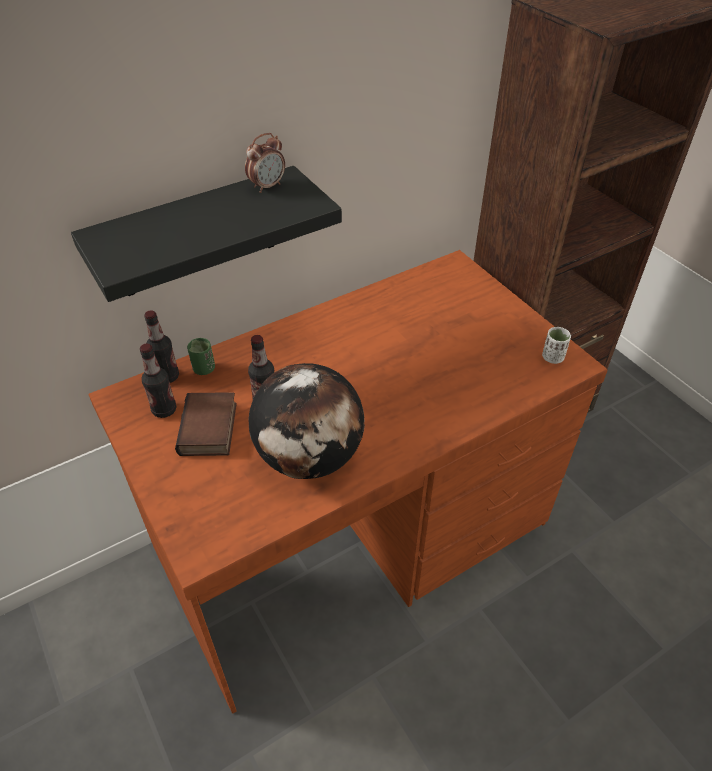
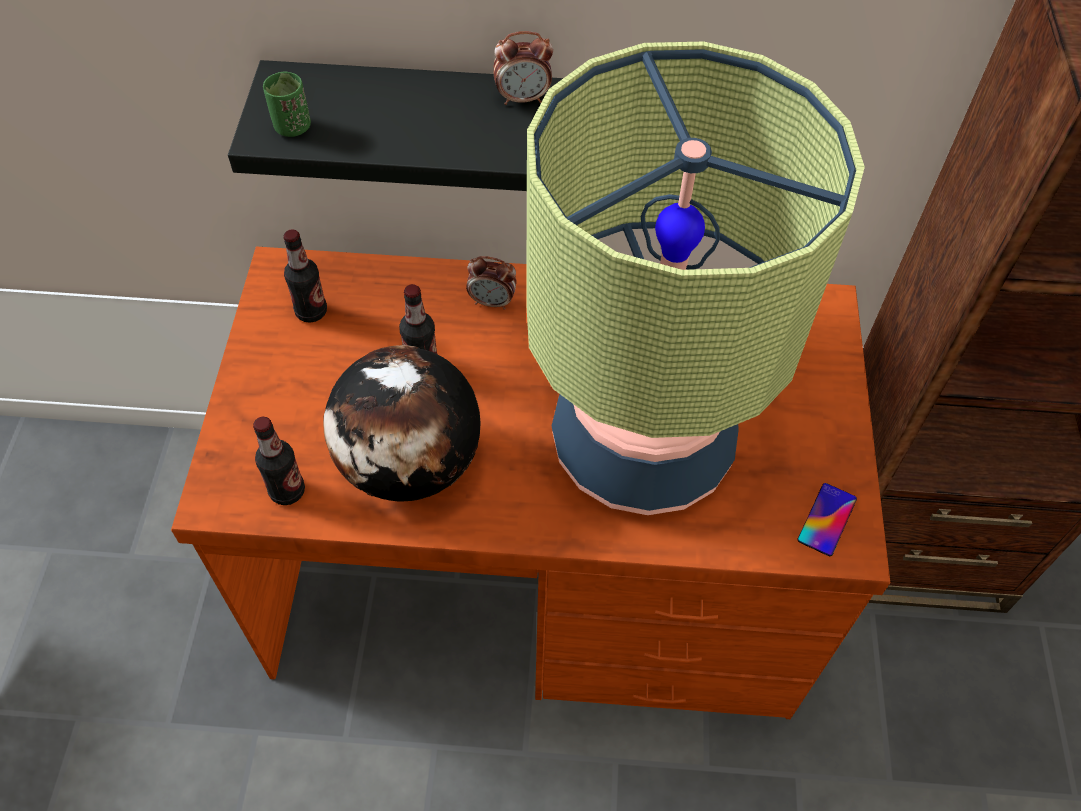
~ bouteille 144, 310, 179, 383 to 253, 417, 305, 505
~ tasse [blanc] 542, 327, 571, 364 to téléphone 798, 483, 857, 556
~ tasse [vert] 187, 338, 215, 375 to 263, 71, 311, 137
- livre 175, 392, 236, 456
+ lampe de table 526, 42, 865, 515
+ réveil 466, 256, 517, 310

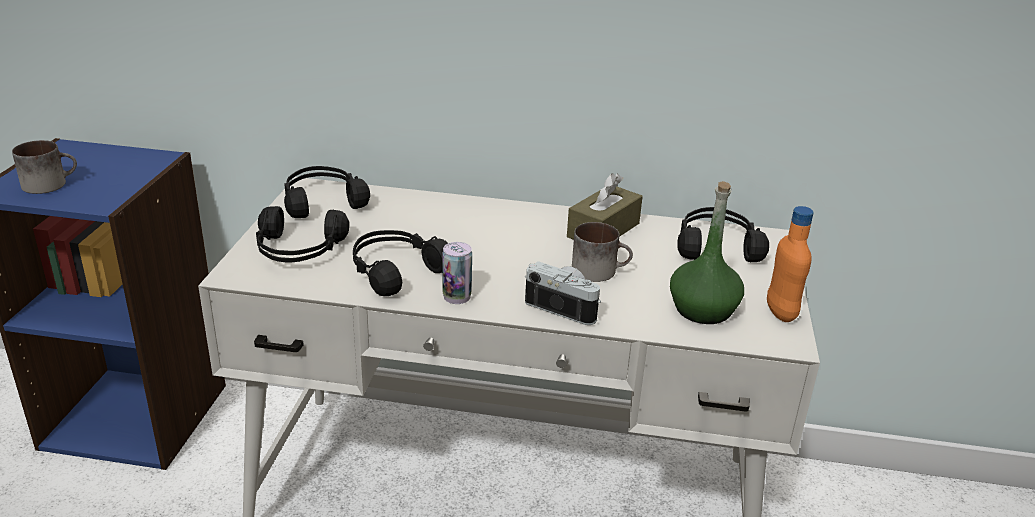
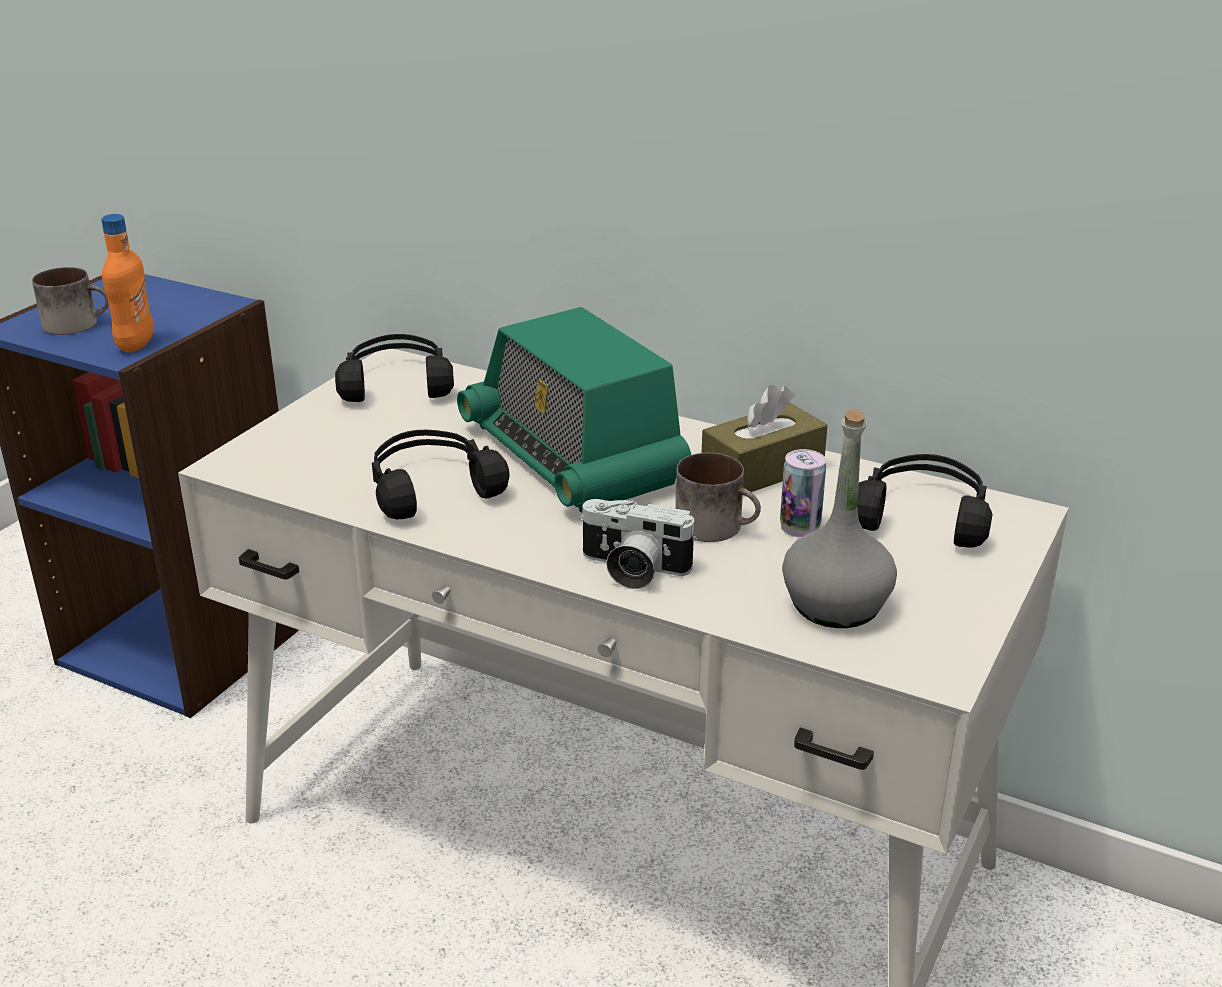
~ bouteille [vert] 670, 181, 744, 324 to bouteille [gris] 782, 410, 897, 628
- casque audio [noir] 256, 206, 349, 262
~ bouteille [orange] 767, 206, 814, 322 to 101, 214, 154, 352
~ boîte métallique 442, 242, 472, 304 to 780, 449, 826, 538
~ appareil photo 525, 261, 601, 325 = 579, 499, 697, 589 150 degrees clockwise
+ radio 457, 307, 691, 513

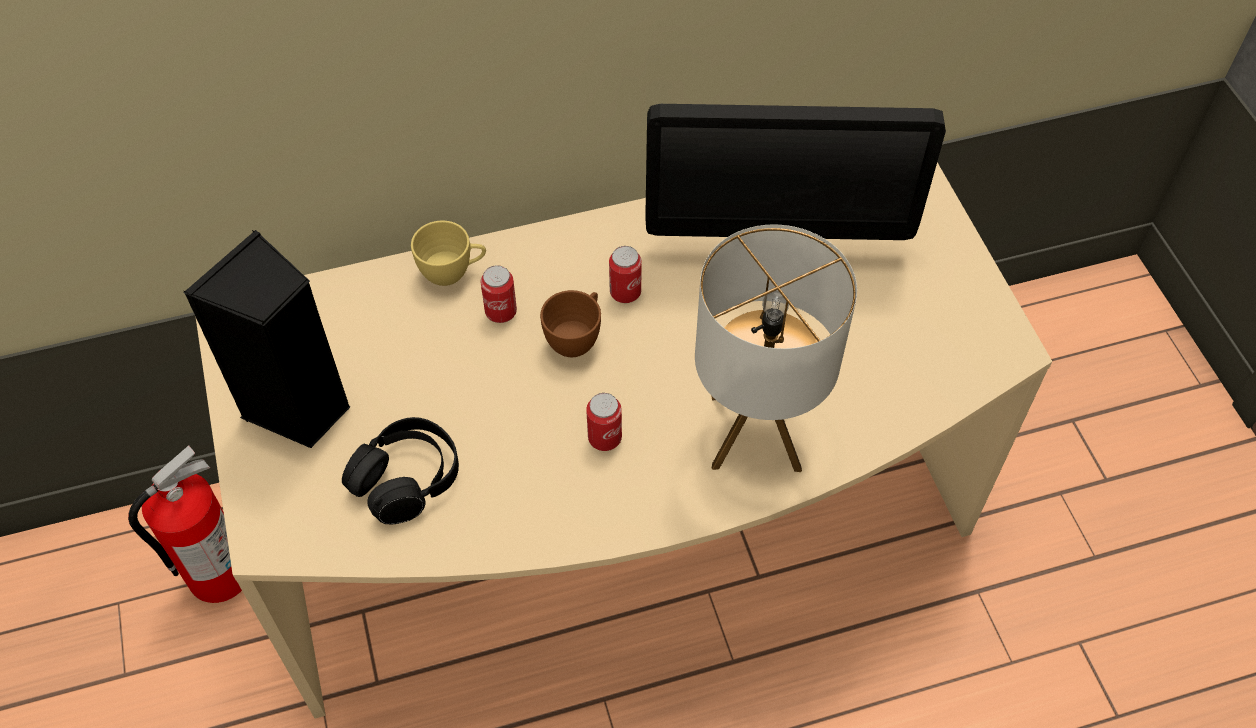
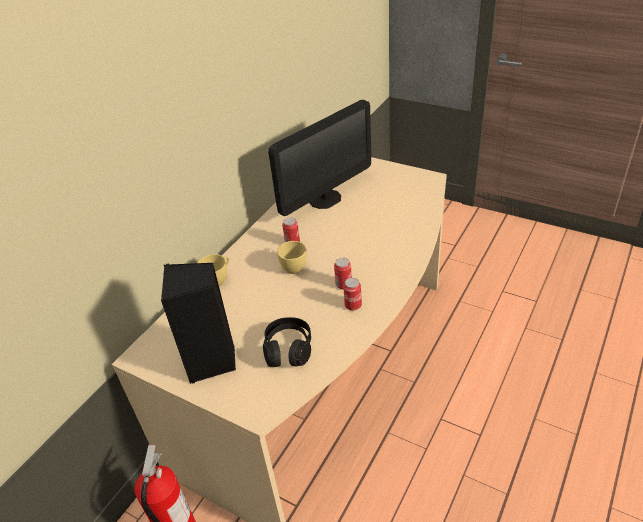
- lampe de table 695, 224, 857, 472
~ boîte métallique 481, 265, 517, 323 to 343, 278, 362, 311
~ tasse [marron] 540, 290, 601, 357 to tasse [jaune] 277, 241, 307, 274

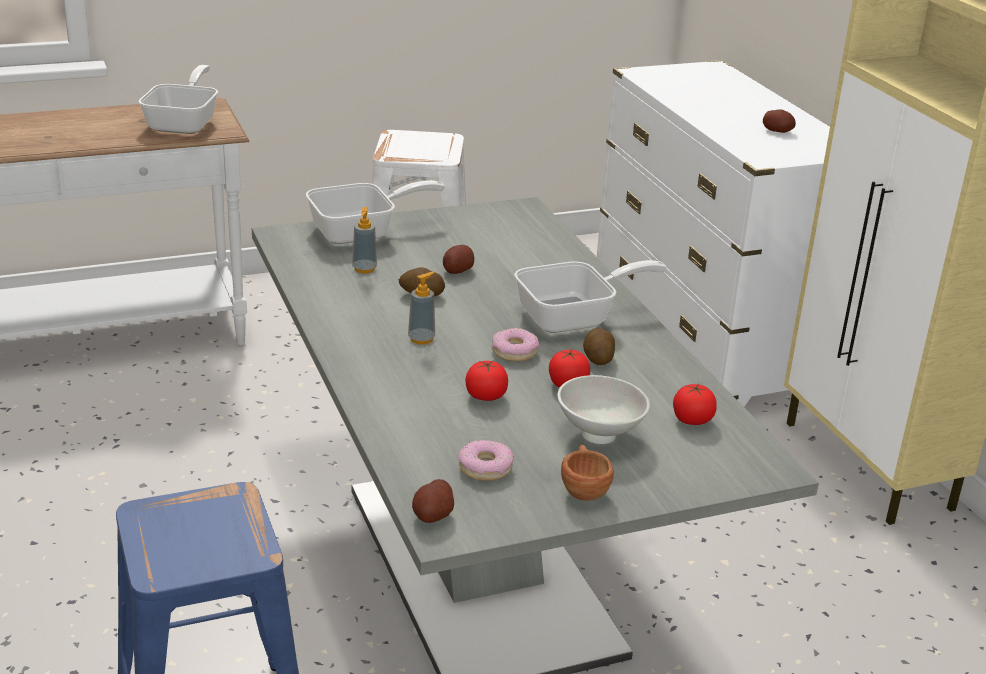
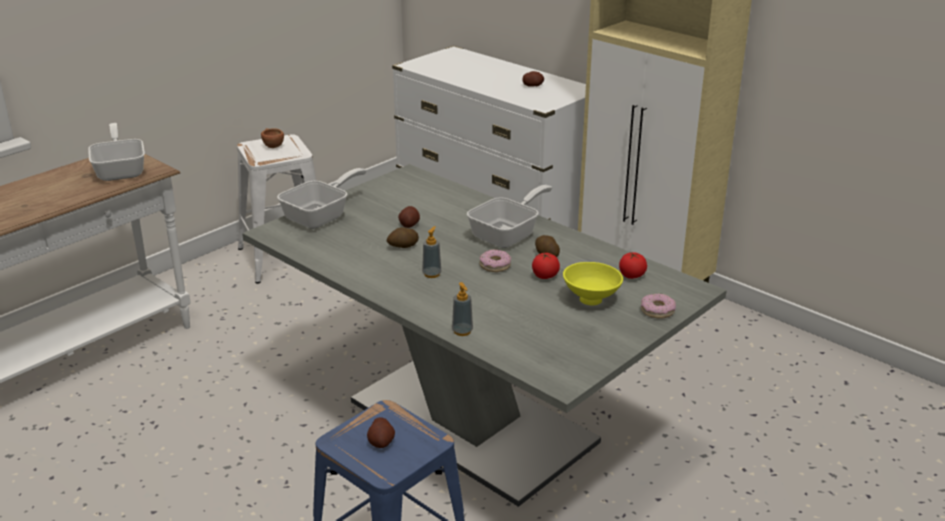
~ distributeur de savon 352, 207, 377, 273 to 452, 282, 473, 336
- tomate 465, 360, 508, 401
~ bol [blanc] 557, 375, 650, 444 to bol [jaune] 563, 262, 623, 305
~ beignet 458, 440, 514, 481 to 641, 293, 676, 318
~ tasse [marron] 561, 445, 614, 501 to 261, 128, 284, 148
~ pomme de terre 412, 479, 454, 523 to 367, 417, 395, 448

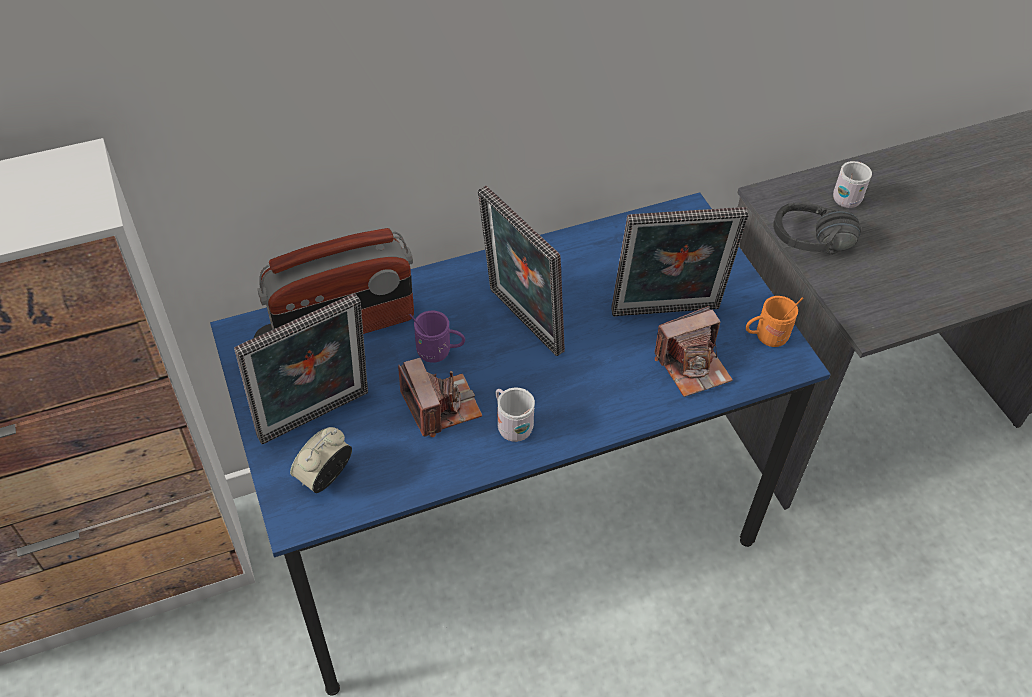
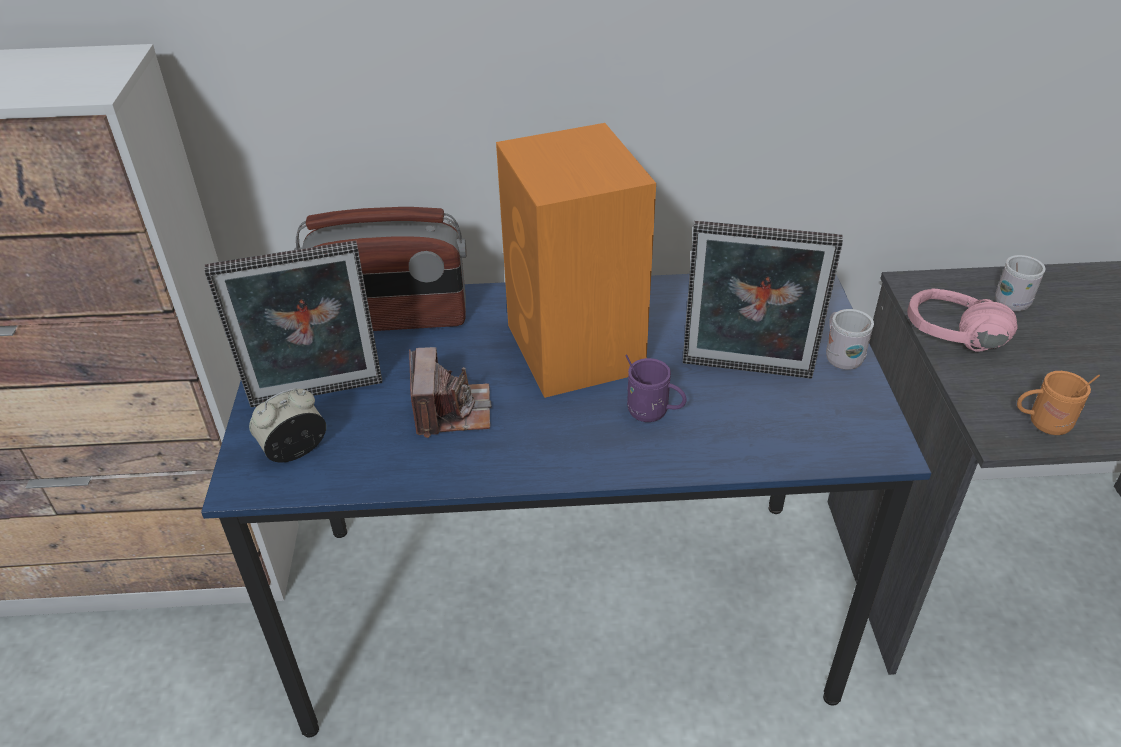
~ cadre photo 478, 186, 565, 356 to enceinte [orange] 496, 123, 656, 398
~ casque audio [noir] 773, 203, 862, 255 to casque audio [rose] 907, 288, 1018, 351
~ mug [orange] 746, 296, 803, 347 to 1017, 371, 1100, 435
- appareil photo 654, 306, 733, 397
~ mug [violet] 410, 311, 465, 363 to 625, 354, 686, 422
~ mug [blanc] 496, 387, 535, 442 to 826, 309, 874, 370

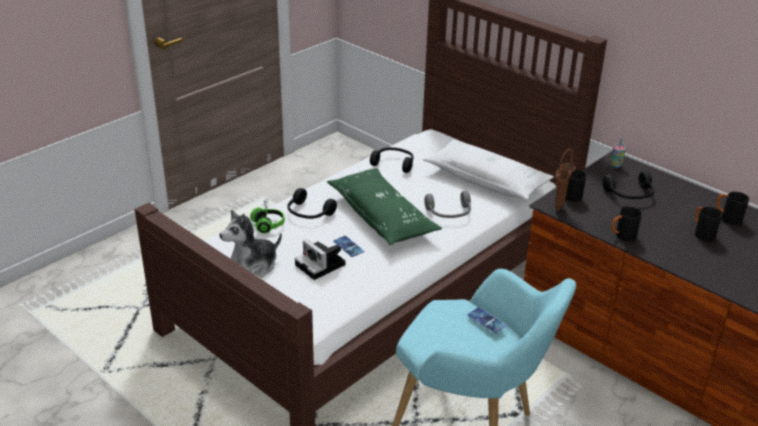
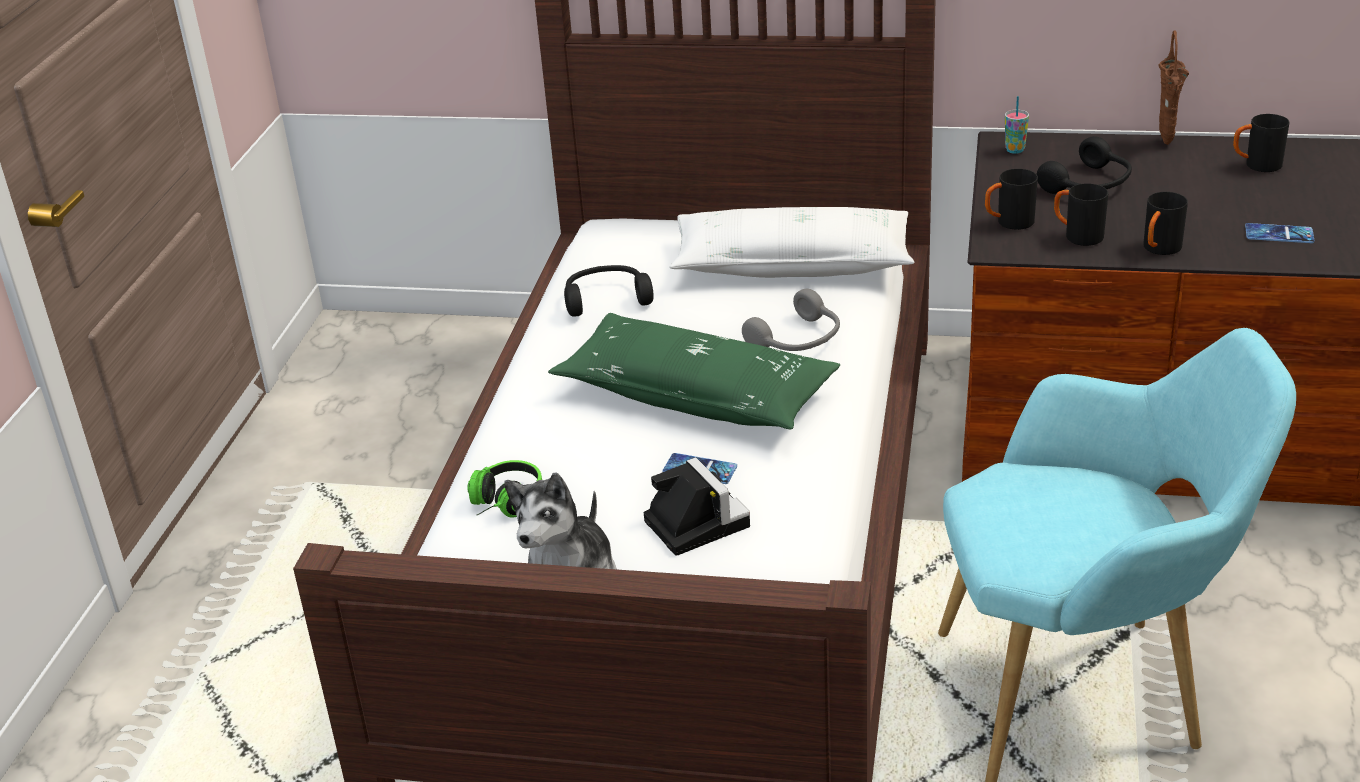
~ vase [marron] 555, 149, 576, 210 to 1158, 30, 1189, 145
- casque audio [noir] 287, 188, 337, 219
~ mug [noir] 695, 207, 722, 241 to 1054, 183, 1108, 246
~ appareil photo 295, 239, 346, 280 = 644, 457, 750, 556 135 degrees counterclockwise
~ téléphone 467, 307, 506, 333 to 1245, 223, 1315, 243

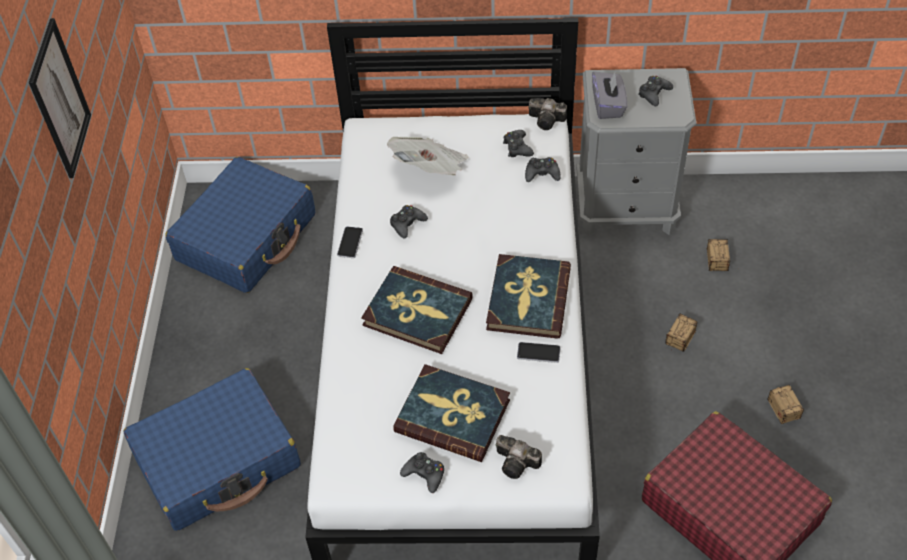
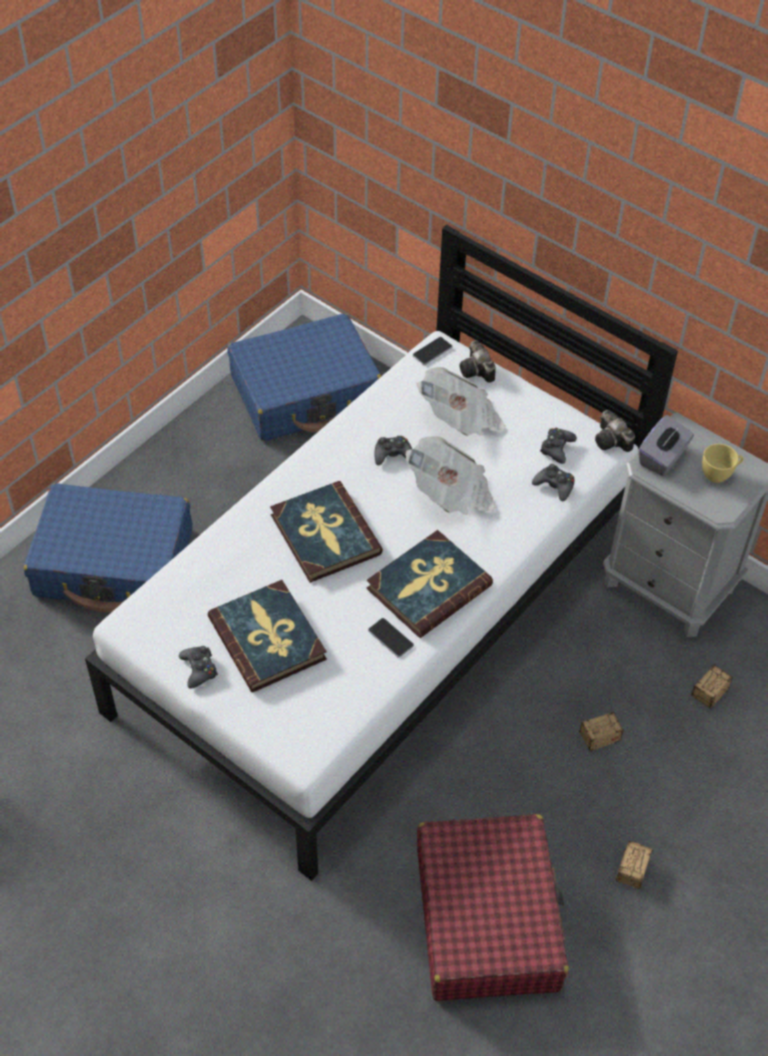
- tableau 29, 18, 91, 178
~ manette [noir] 639, 76, 673, 106 to tasse [jaune] 702, 444, 744, 483
~ téléphone 337, 226, 363, 258 to 412, 337, 453, 365
~ appareil photo 495, 435, 542, 479 to 460, 340, 496, 383
+ journal 406, 436, 496, 515

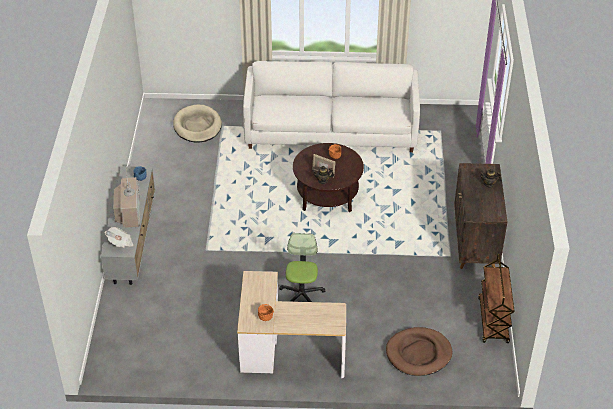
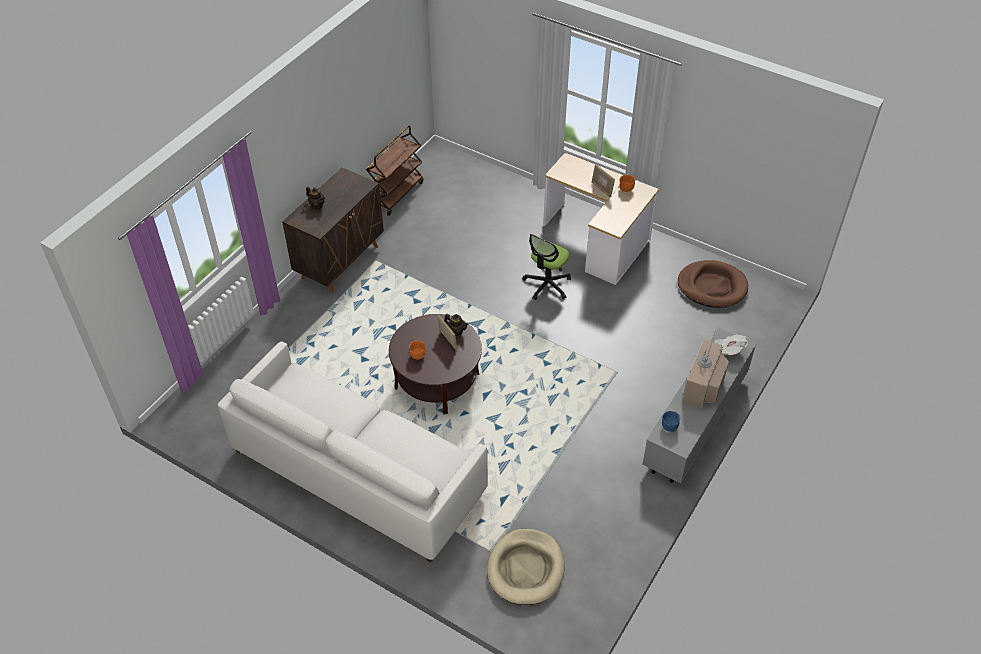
~ panier pour chien [marron] 386, 327, 452, 376 to 678, 260, 748, 308
+ cadre photo 592, 164, 615, 198

